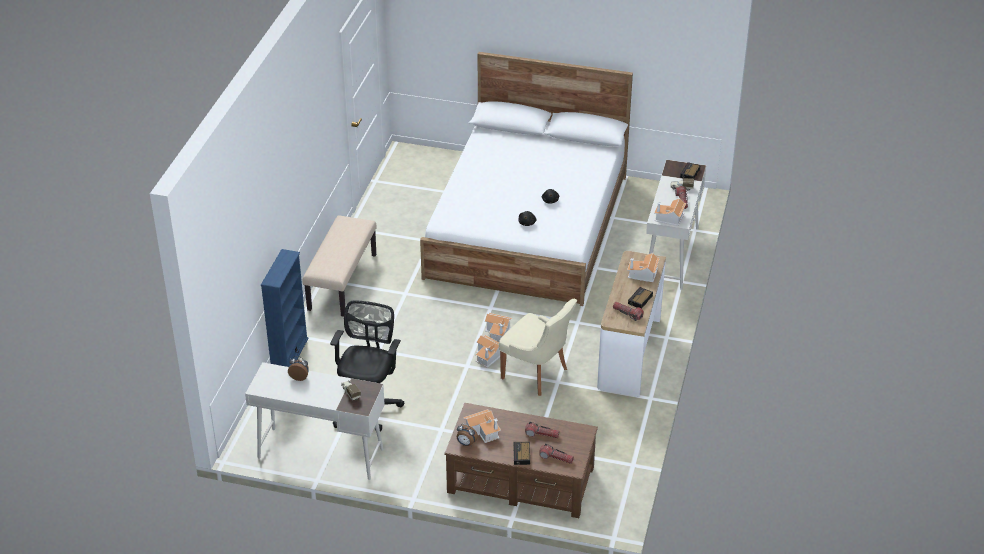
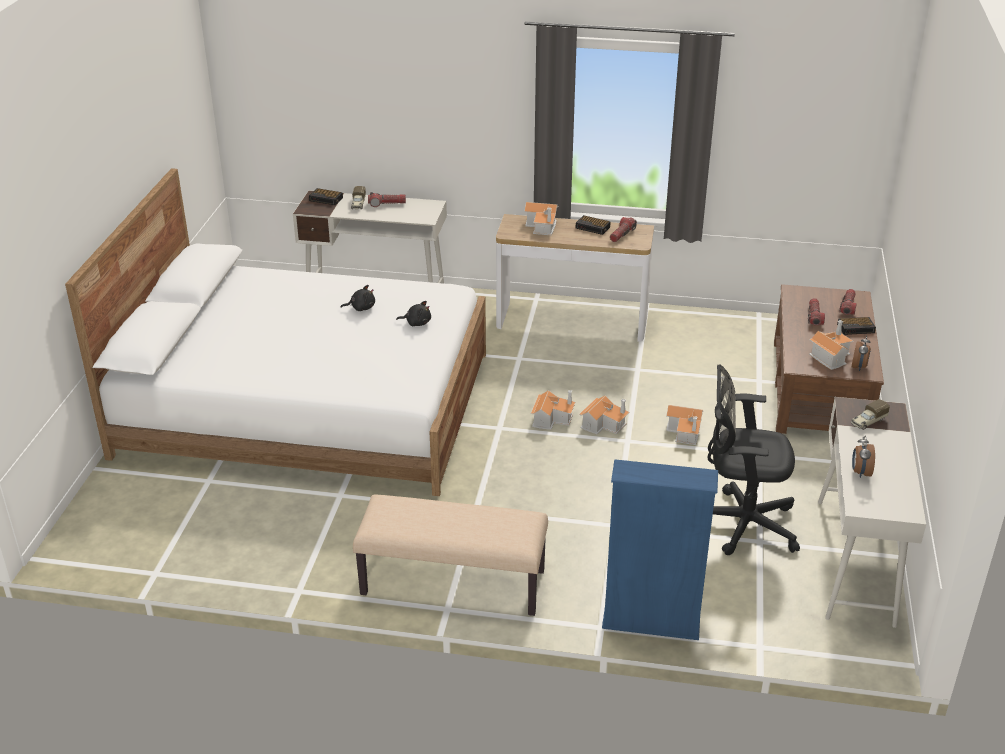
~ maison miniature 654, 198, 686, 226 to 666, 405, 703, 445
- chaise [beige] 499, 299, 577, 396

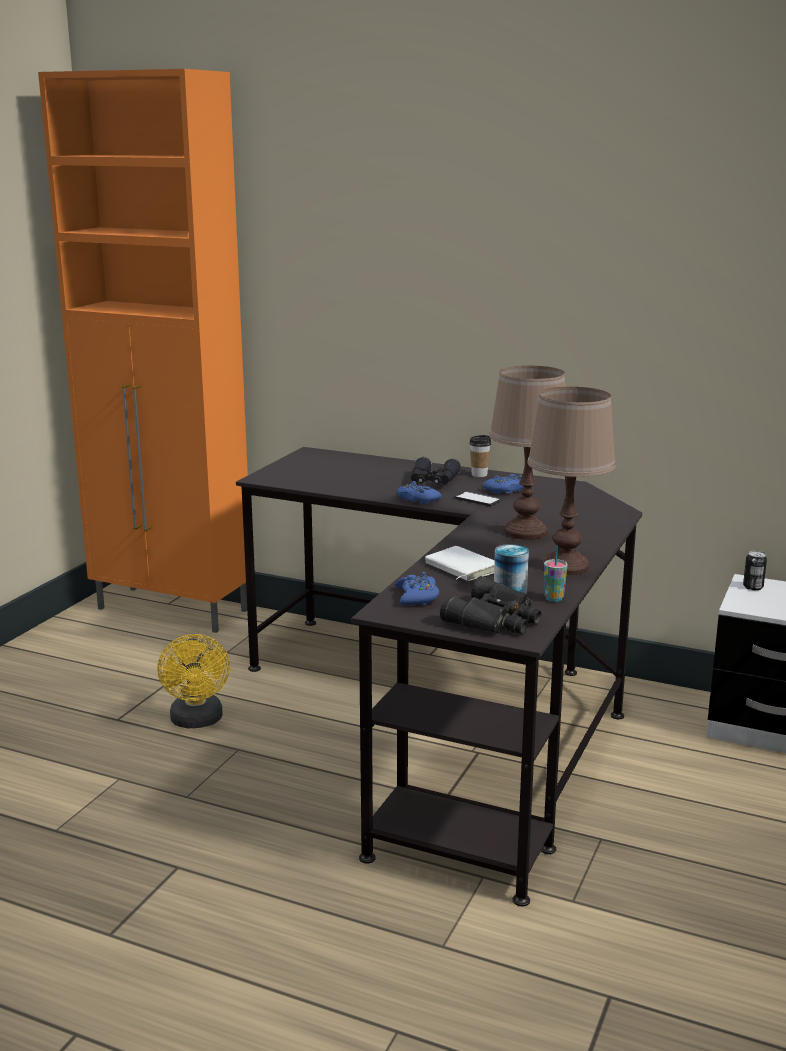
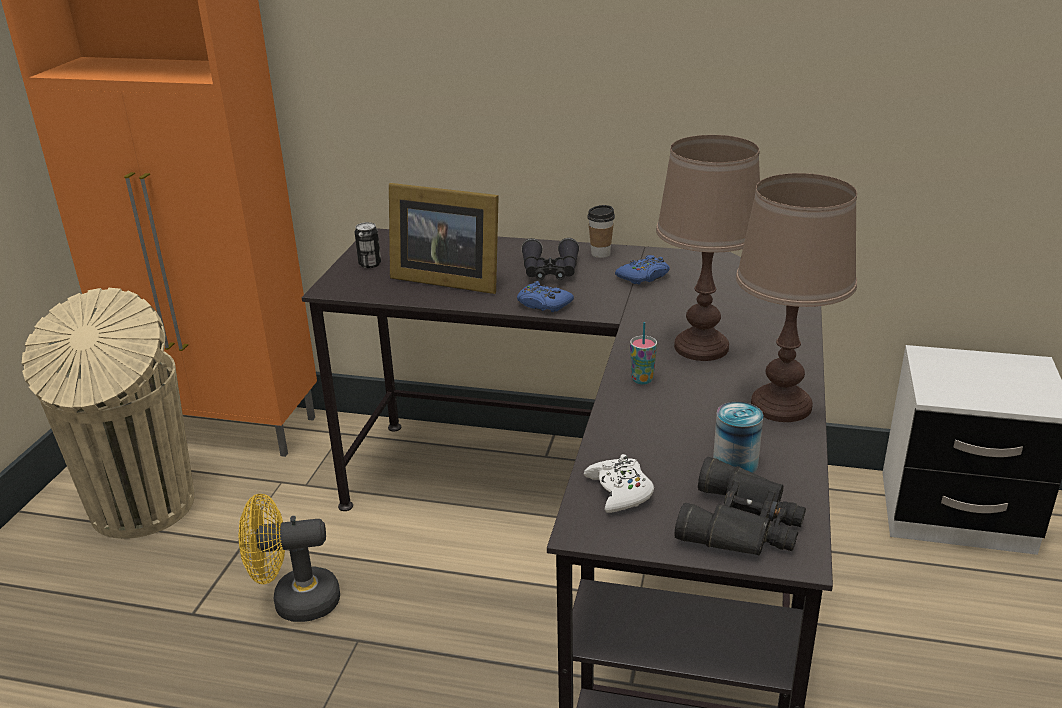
- téléphone 454, 491, 502, 506
- livre [blanc] 425, 546, 495, 581
~ tasse 544, 546, 568, 602 to 630, 322, 657, 384
~ boîte métallique 743, 551, 767, 590 to 355, 222, 381, 268
~ manette [bleu] 395, 572, 439, 605 to manette [blanc] 584, 454, 654, 513
~ ventilateur [jaune] 157, 634, 230, 728 = 239, 494, 340, 622 105 degrees clockwise
+ cadre photo 389, 183, 499, 294
+ poubelle [beige] 21, 288, 194, 539

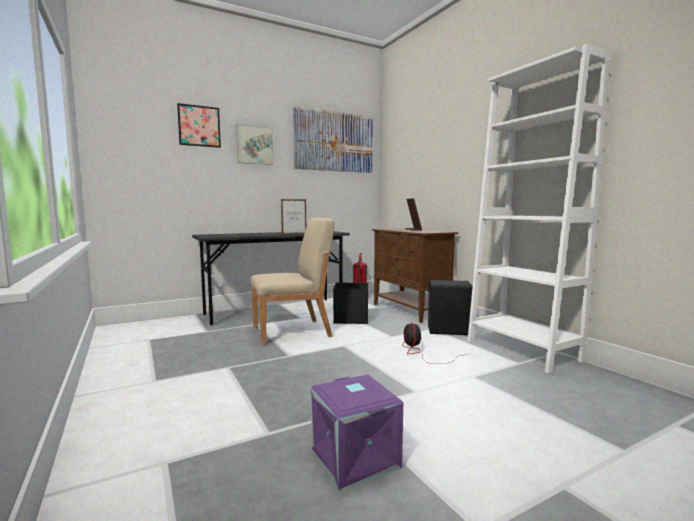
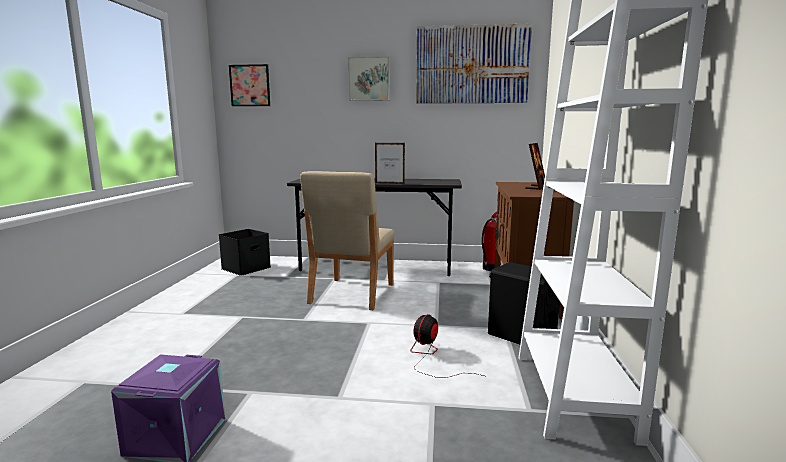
~ tableau 177, 103, 221, 148 to 229, 64, 270, 106
~ chaise [beige] 250, 218, 335, 345 = 300, 171, 395, 310 90 degrees clockwise
~ boîte de rangement [noir] 333, 282, 368, 324 to 219, 229, 271, 276

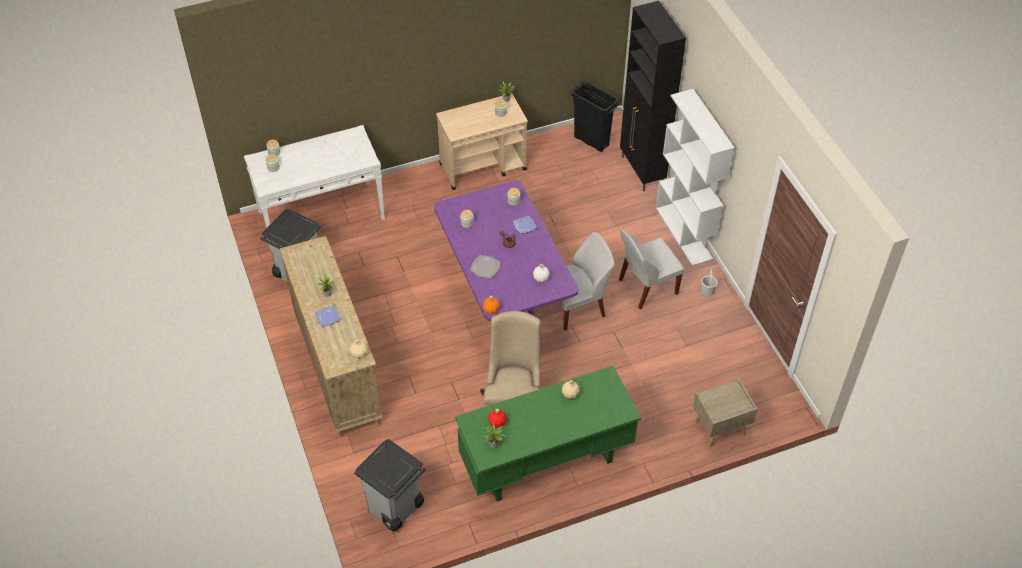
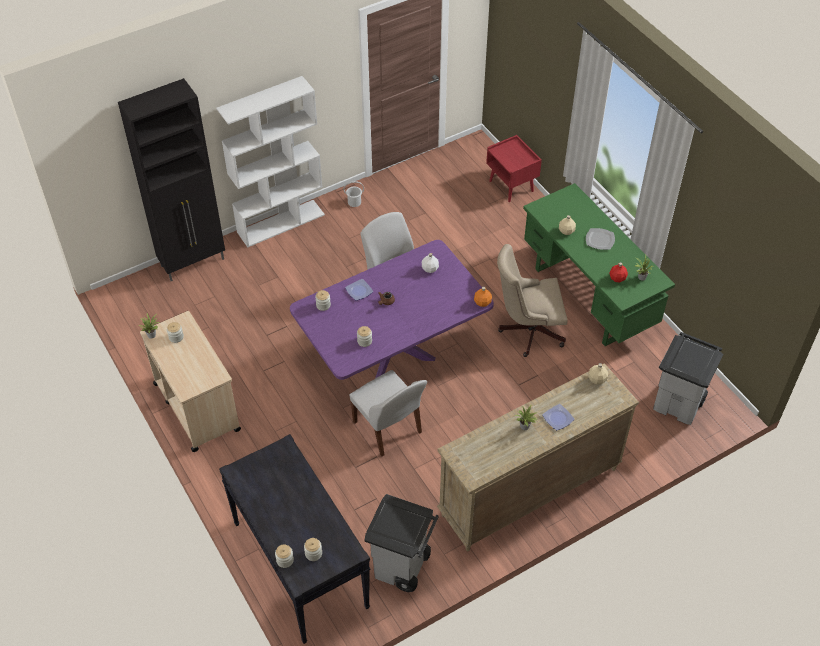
- poubelle [noir] 571, 81, 618, 152
~ table console [blanc] 244, 125, 385, 228 to table console [noir] 219, 434, 370, 644
~ chaise [blanc] 619, 229, 684, 309 to 349, 370, 427, 456
~ assiette 470, 255, 500, 278 to 586, 228, 615, 250
~ table de chevet [beige] 693, 378, 758, 448 to table de chevet [rouge] 486, 135, 542, 202

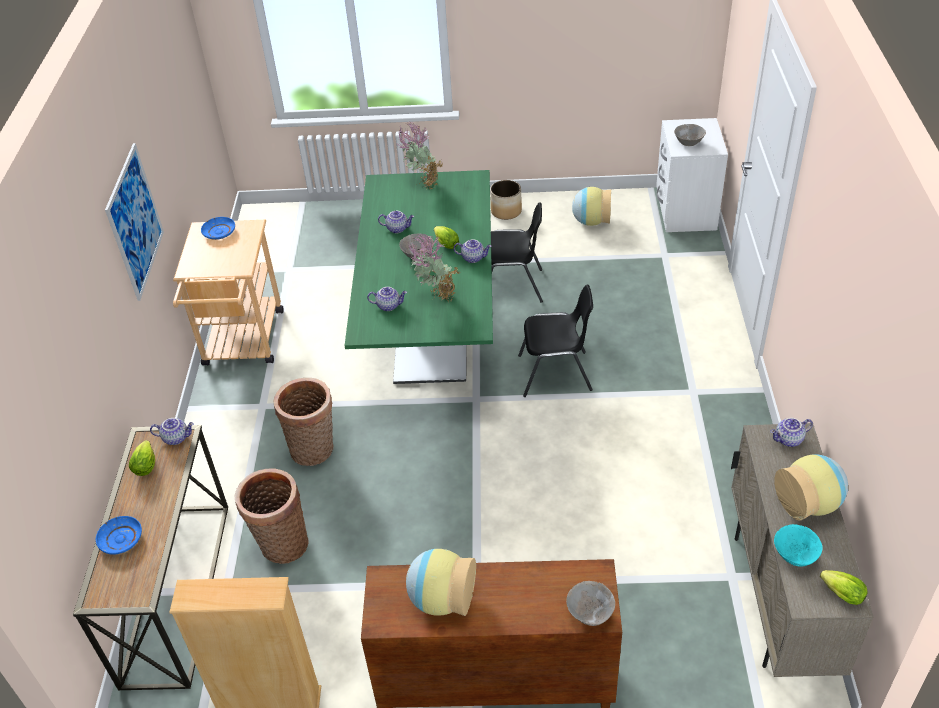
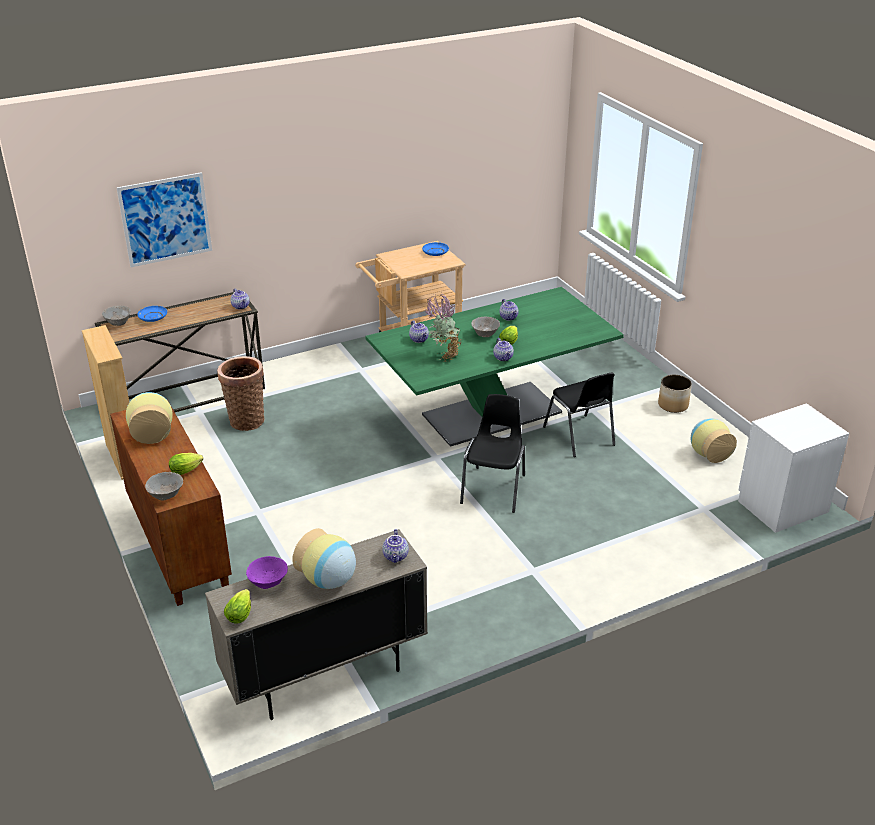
- plante en pot 398, 121, 443, 190
~ bol [gris] 674, 124, 706, 146 to 102, 306, 131, 326
~ tableau 105, 143, 164, 301 to 116, 172, 212, 267
~ chaise [noir] 518, 285, 593, 397 = 460, 394, 525, 513 135 degrees counterclockwise
- panier 274, 378, 334, 466
~ théière 770, 418, 813, 447 = 382, 529, 409, 563 135 degrees counterclockwise
~ laitue 129, 440, 155, 476 to 169, 453, 203, 475
~ bol [turquoise] 774, 524, 823, 567 to bol [violet] 246, 556, 288, 589

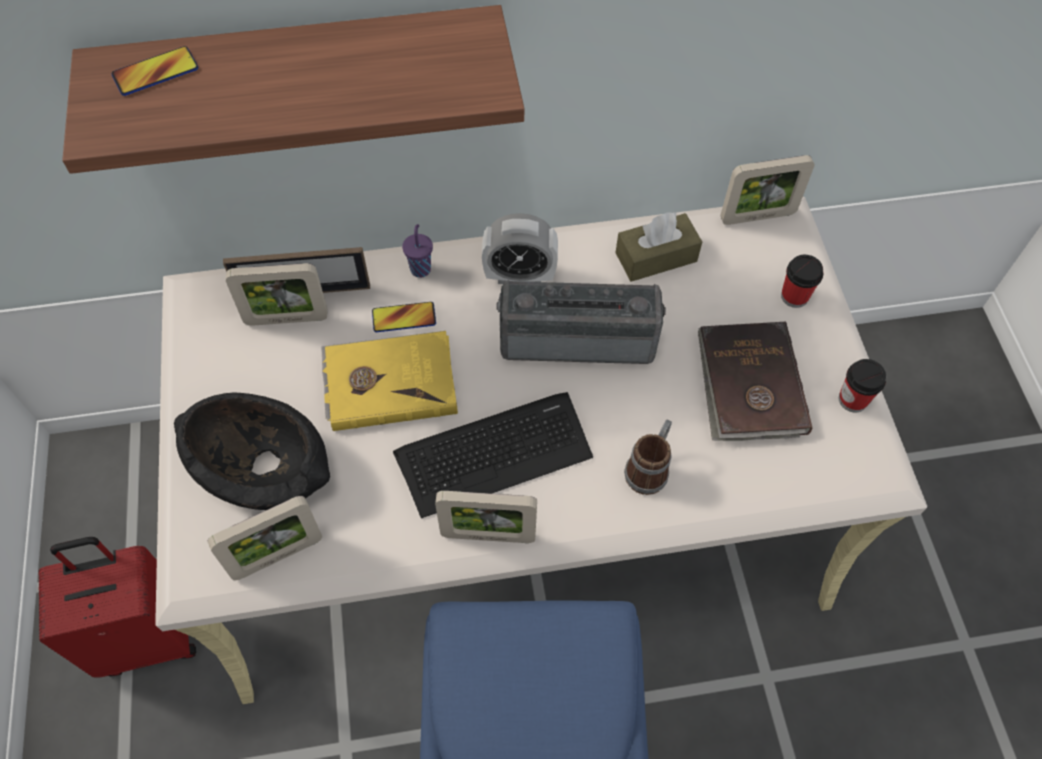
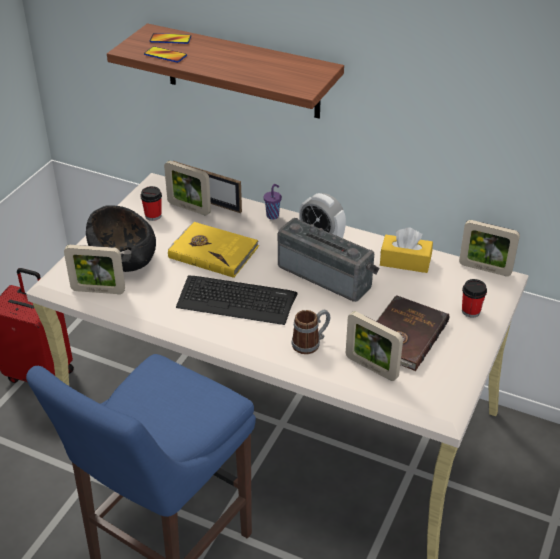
~ boîte à mouchoirs [marron] 616, 212, 702, 282 to boîte à mouchoirs [jaune] 380, 228, 433, 273
~ téléphone 372, 302, 436, 332 to 144, 46, 187, 63
~ tasse 839, 359, 886, 413 to 141, 186, 162, 221
~ cadre photo 435, 491, 537, 543 to 346, 311, 403, 381

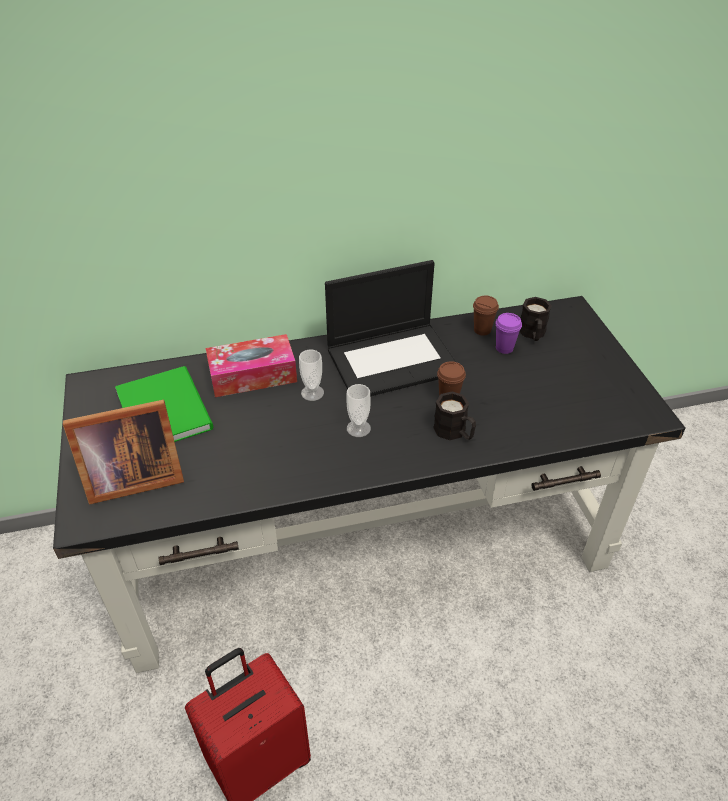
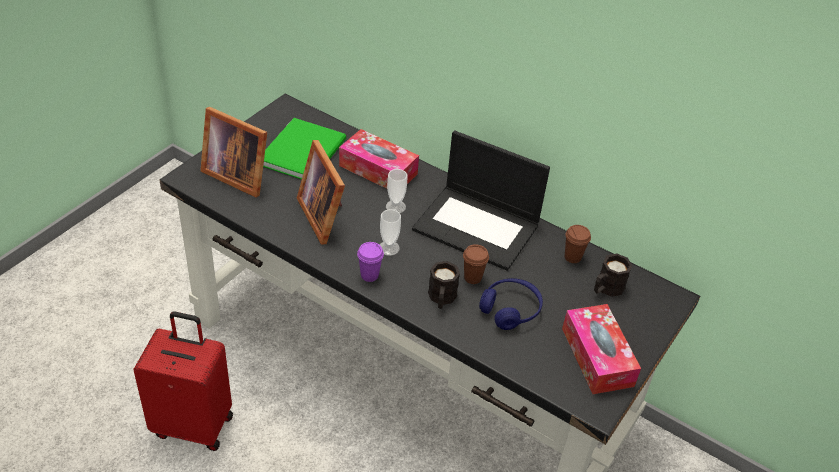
~ tasse [violet] 495, 313, 522, 354 to 357, 242, 384, 282
+ cadre photo 297, 140, 345, 245
+ casque audio [bleu] 479, 278, 543, 330
+ boîte à mouchoirs 562, 304, 641, 394

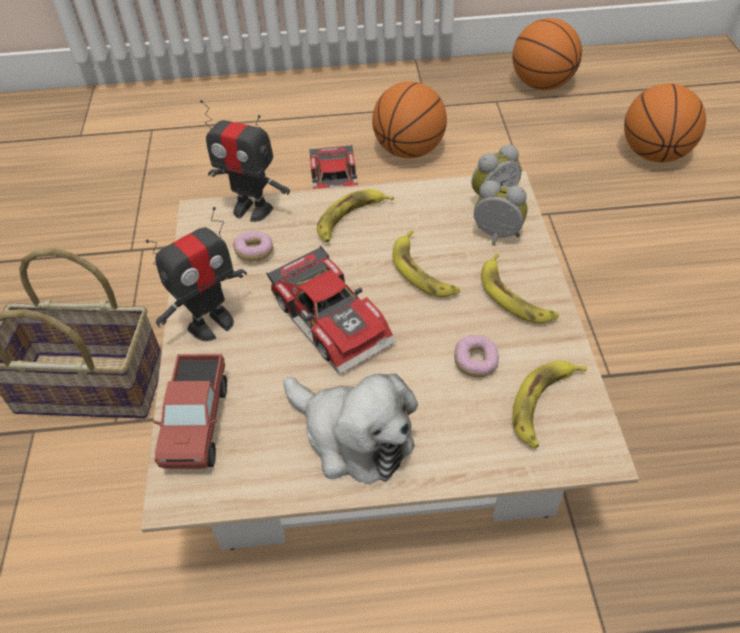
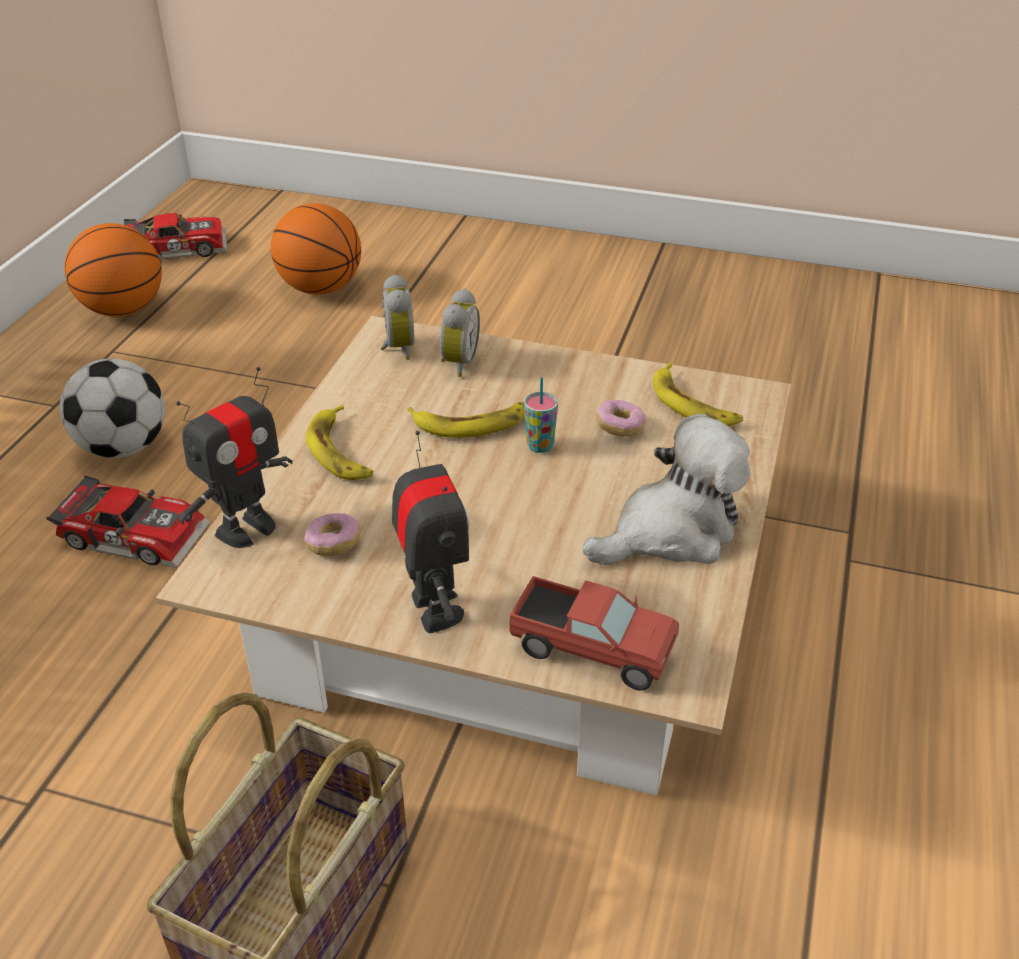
~ ballon de basket 372, 81, 447, 158 to ballon de foot 60, 359, 165, 458
~ réveil 474, 180, 528, 246 = 440, 288, 480, 377 150 degrees clockwise
~ petite voiture 266, 246, 396, 375 to 124, 213, 227, 259
- banane 481, 253, 559, 323
+ tasse 524, 377, 558, 453

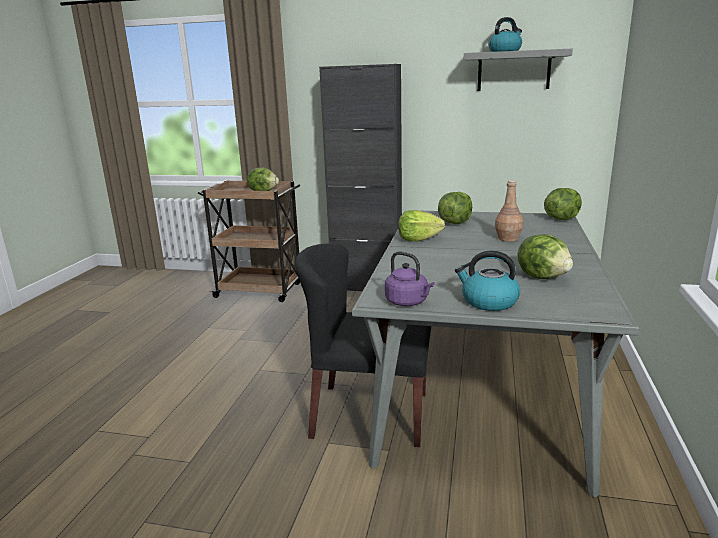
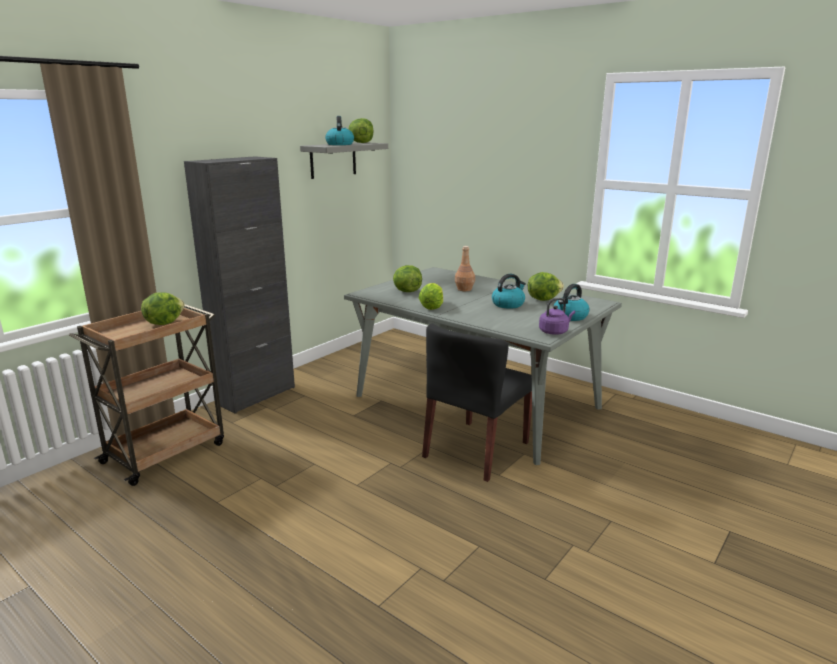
~ laitue 544, 188, 582, 220 to 349, 118, 373, 143
+ bouilloire 492, 274, 526, 309

